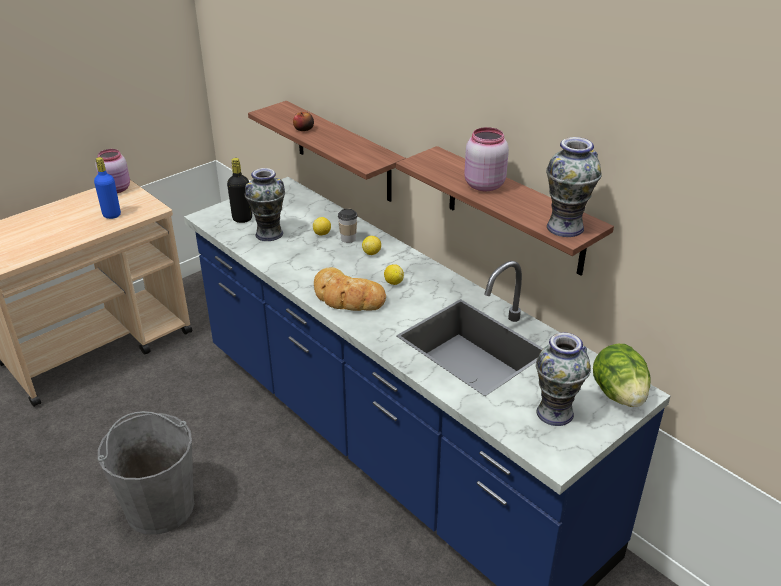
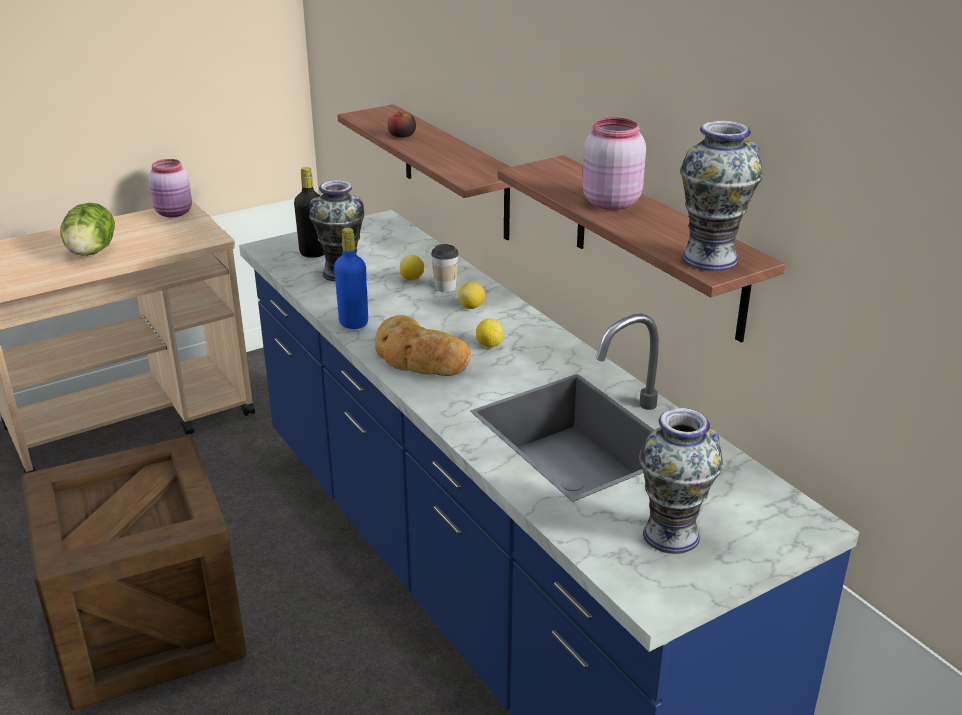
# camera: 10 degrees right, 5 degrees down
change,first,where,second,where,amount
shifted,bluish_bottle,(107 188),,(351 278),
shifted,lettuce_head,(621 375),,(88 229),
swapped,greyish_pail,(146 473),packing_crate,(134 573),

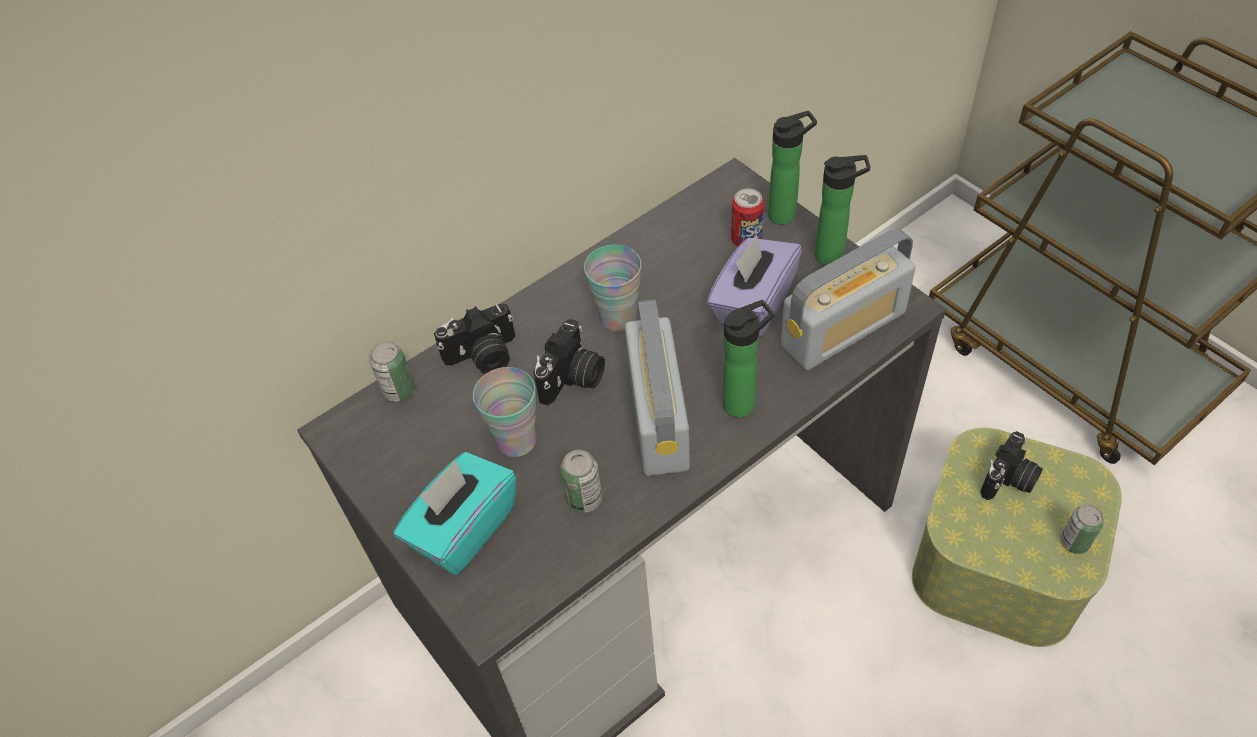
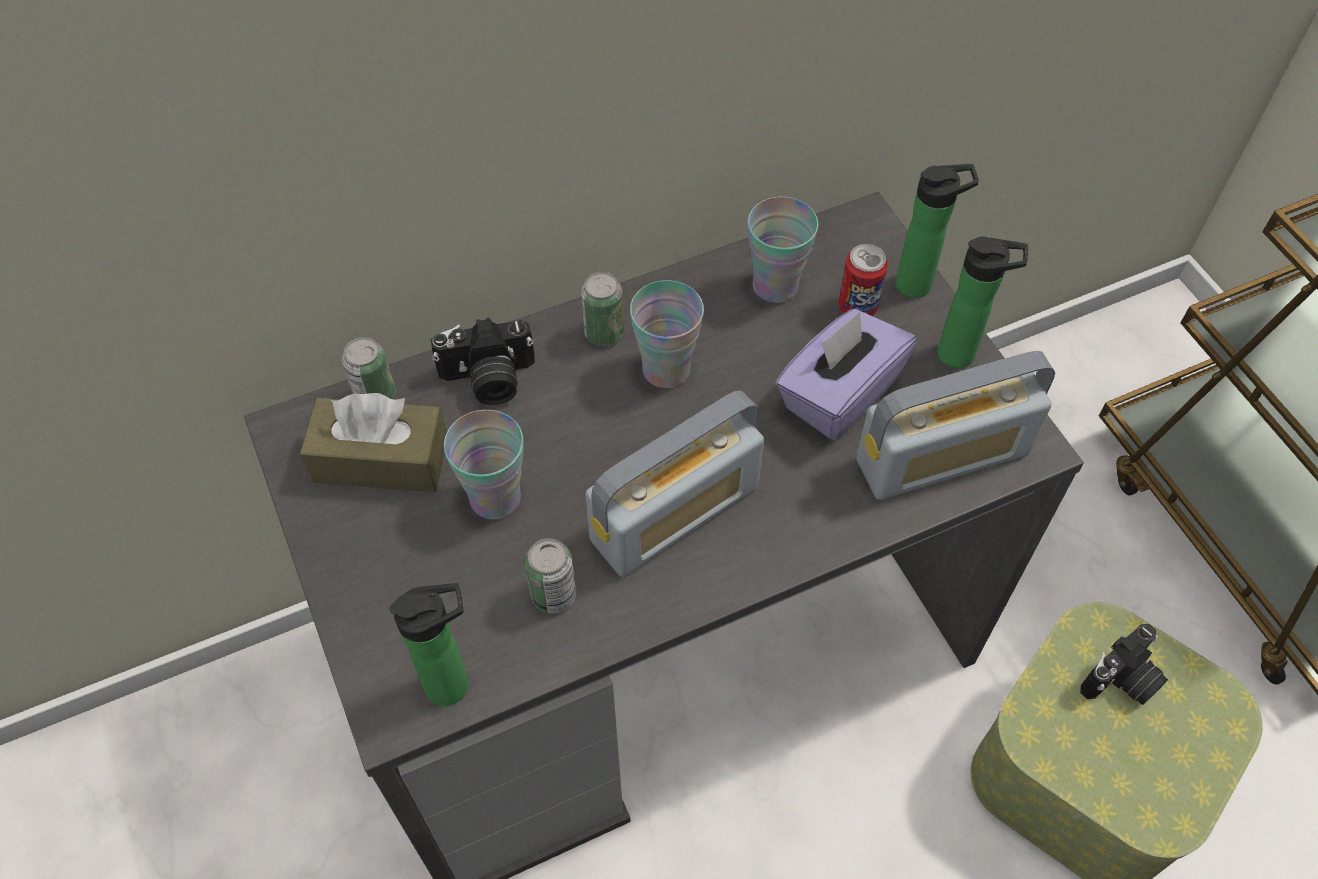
# camera: 10 degrees right, 5 degrees up
change,first,where,second,where,amount
rotated,radio_receiver,(657 387),,(674 483),45 degrees clockwise
shifted,bottle,(748 359),,(429 644),
gone,photo_camera,(569 362),,,
gone,turquoise_box_of_tissues,(455 513),,,
shifted,metal_can,(1082 529),,(602 309),
new,,,drinking_cup,(783 250),
new,,,brown_box_of_tissues,(373 442),

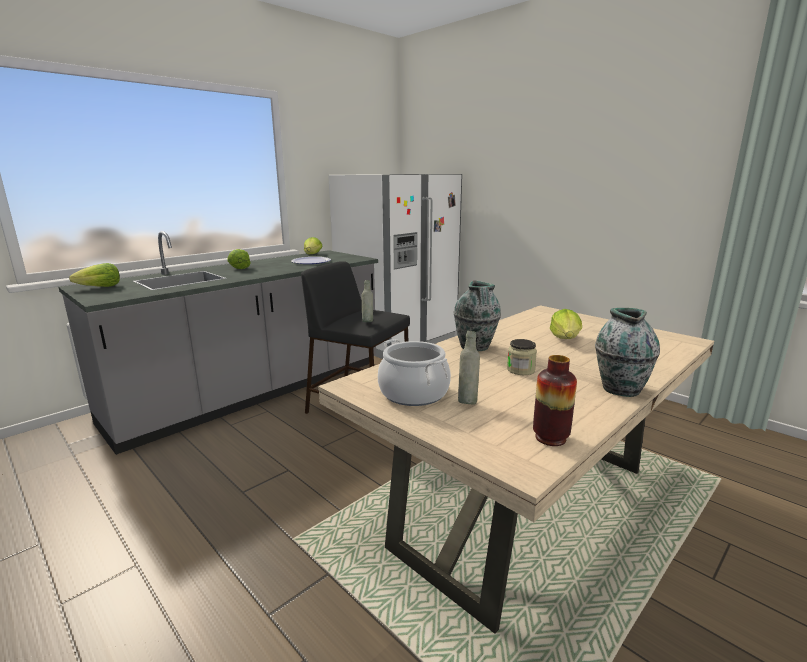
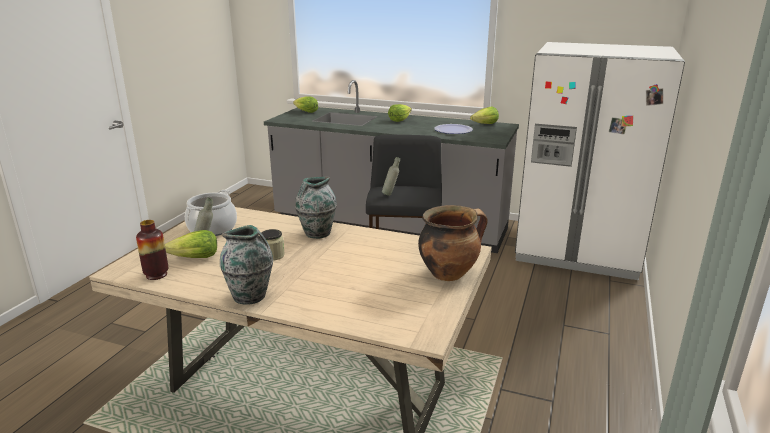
# camera: 65 degrees right, 5 degrees up
change,first,where,second,where,amount
shifted,lettuce_head,(566 324),,(191 244),
new,,,cooking_pot,(453 243),

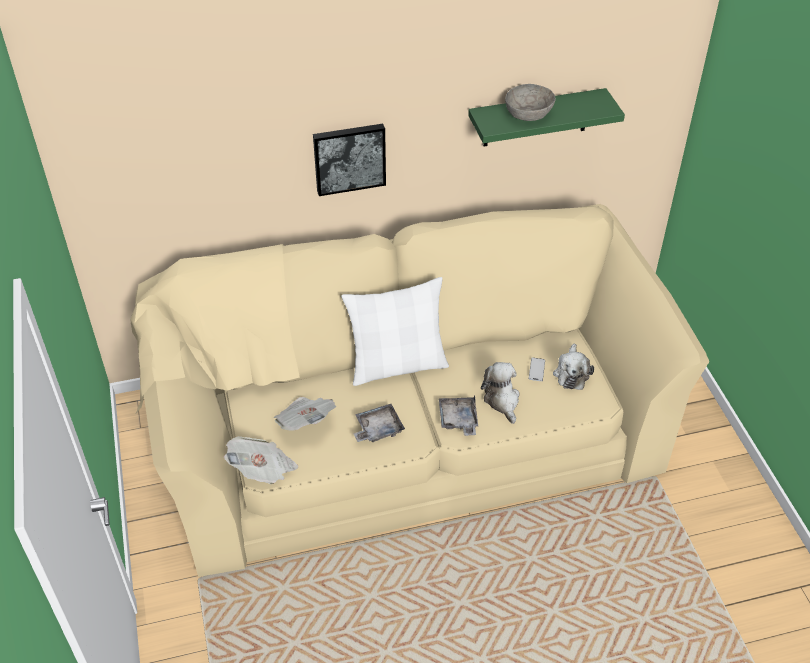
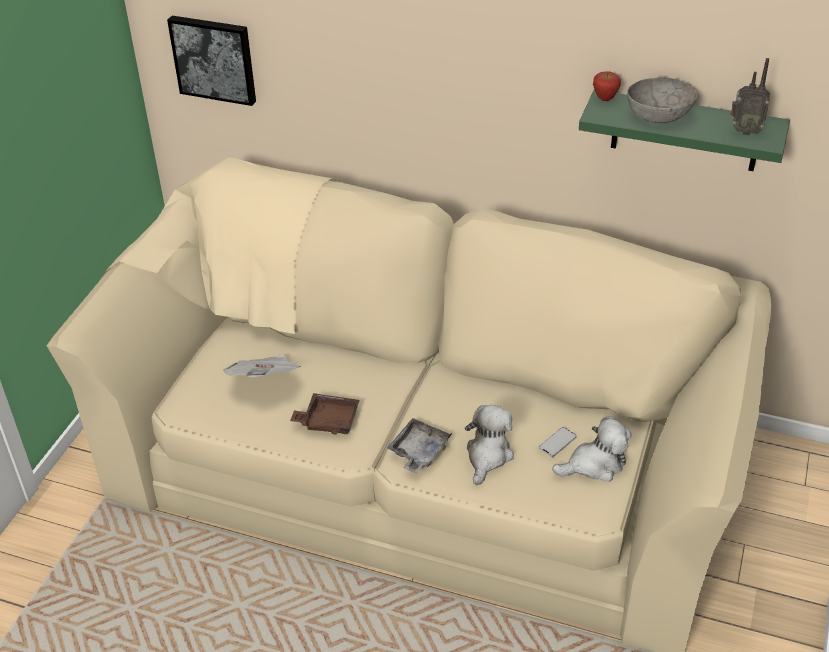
# camera: 35 degrees right, 5 degrees down
change,first,where,second,where,amount
shifted,picture,(349 160),,(211 61),
gone,white-coloured_pillow,(395 331),,,
rotated,soft_toy,(573 367),,(592 449),150 degrees counterclockwise
repainted,greyish_serving_tray,(379 423),brown_serving_tray,(324 413),
gone,newspaper,(261 460),,,
new,,,radio_receiver,(750 97),
new,,,apple,(607 86),

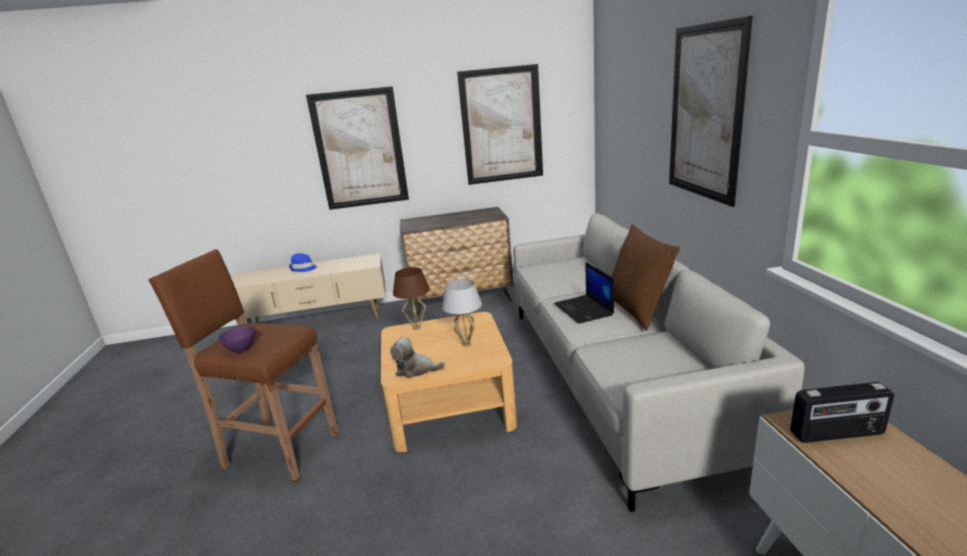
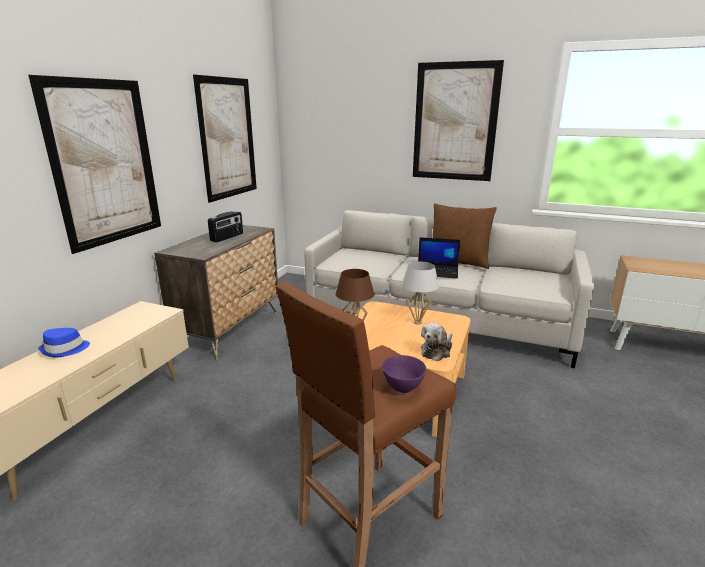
# camera: 60 degrees left, 0 degrees up
change,first,where,second,where,amount
shifted,radio_receiver,(842 412),,(225 226),

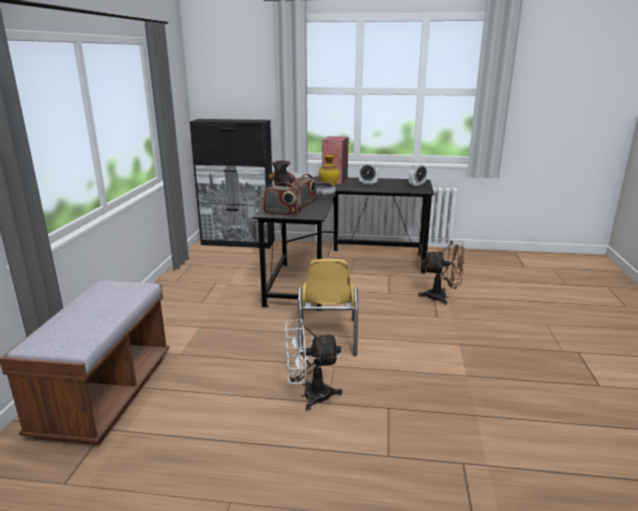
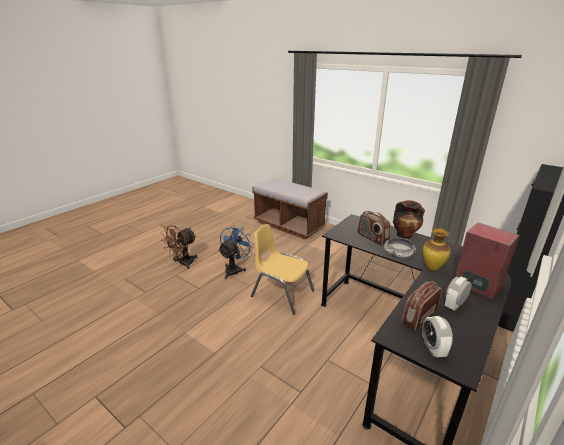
# camera: 120 degrees right, 5 degrees up
change,first,where,second,where,amount
shifted,radio_receiver,(282 199),,(422 306),
shifted,brown_electric_fan,(441 273),,(179 247),
repainted,white-coloured_electric_fan,(313 364),bluish_electric_fan,(235 252),

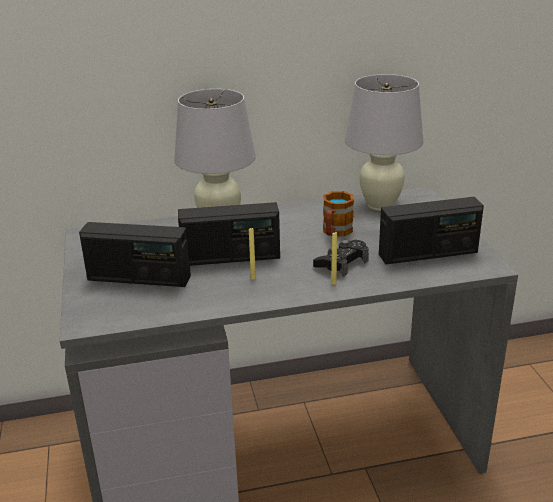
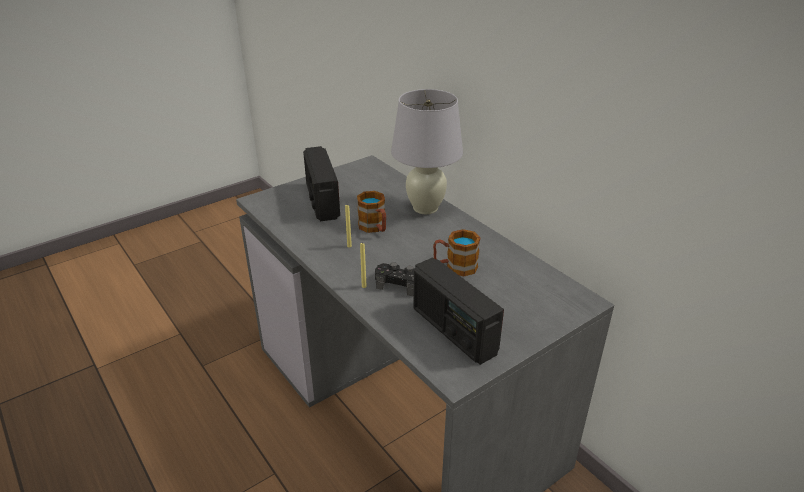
# camera: 65 degrees right, 5 degrees up
change,first,where,second,where,amount
gone,white-coloured_tabletop_lamp,(384 142),,,
swapped,radio_receiver,(229 234),coffee_mug,(371 212),

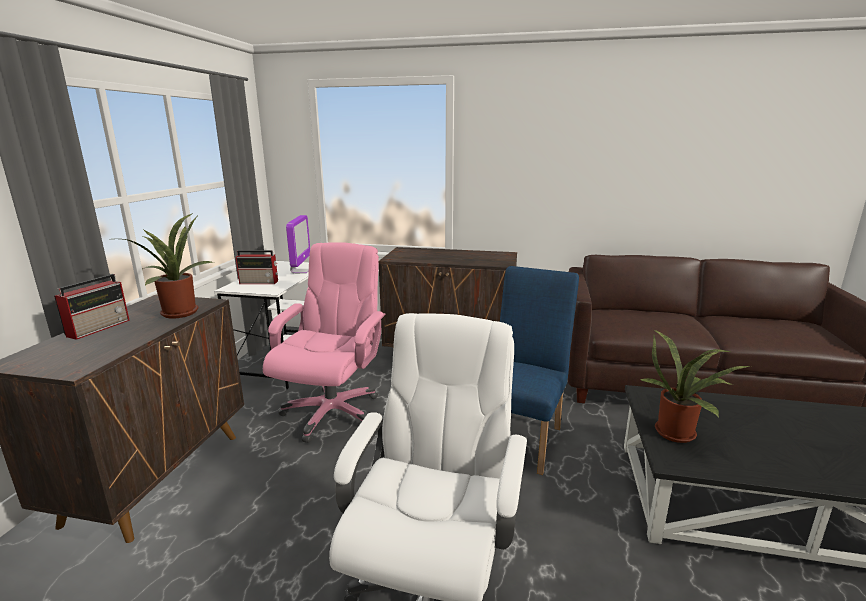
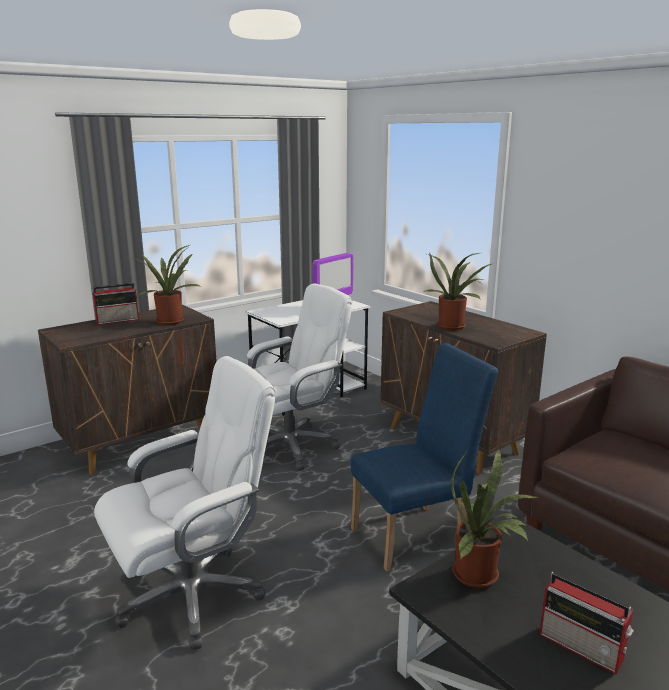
# camera: 40 degrees right, 0 degrees up
change,first,where,second,where,amount
repainted,pink_desk_chair,(324 342),white-coloured_desk_chair,(299 377),
shifted,radio_receiver,(257 267),,(586 623),
new,,,houseplant,(457 291),

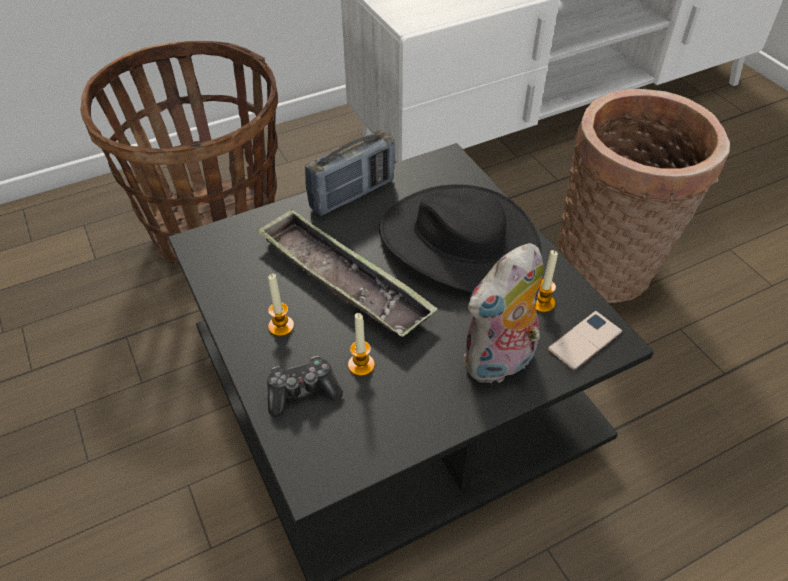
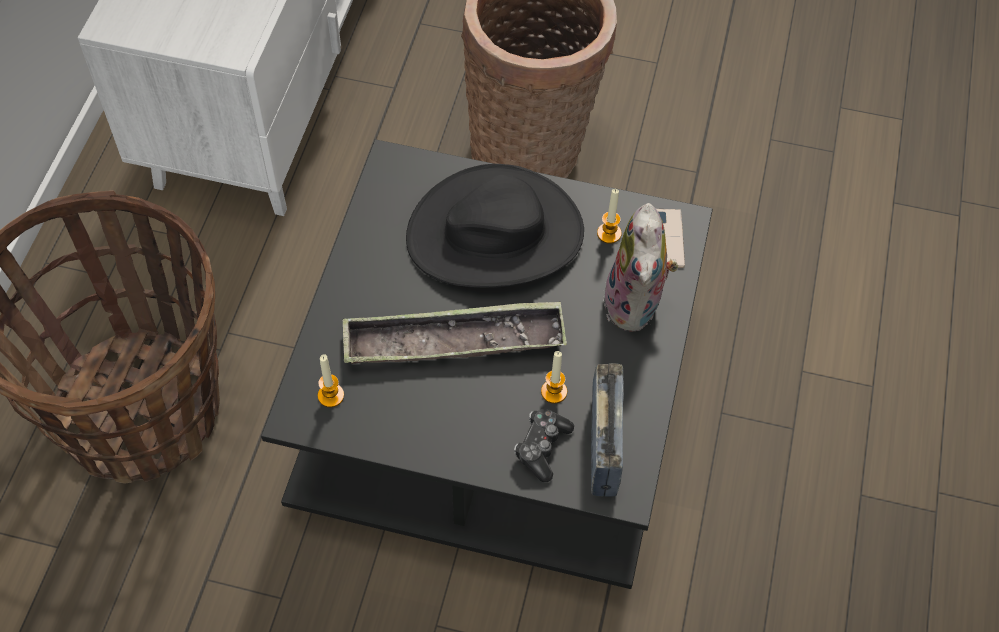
# camera: 50 degrees left, 10 degrees up
change,first,where,second,where,amount
shifted,radio_receiver,(350 173),,(607 429),
shifted,candle,(281 305),,(331 380),

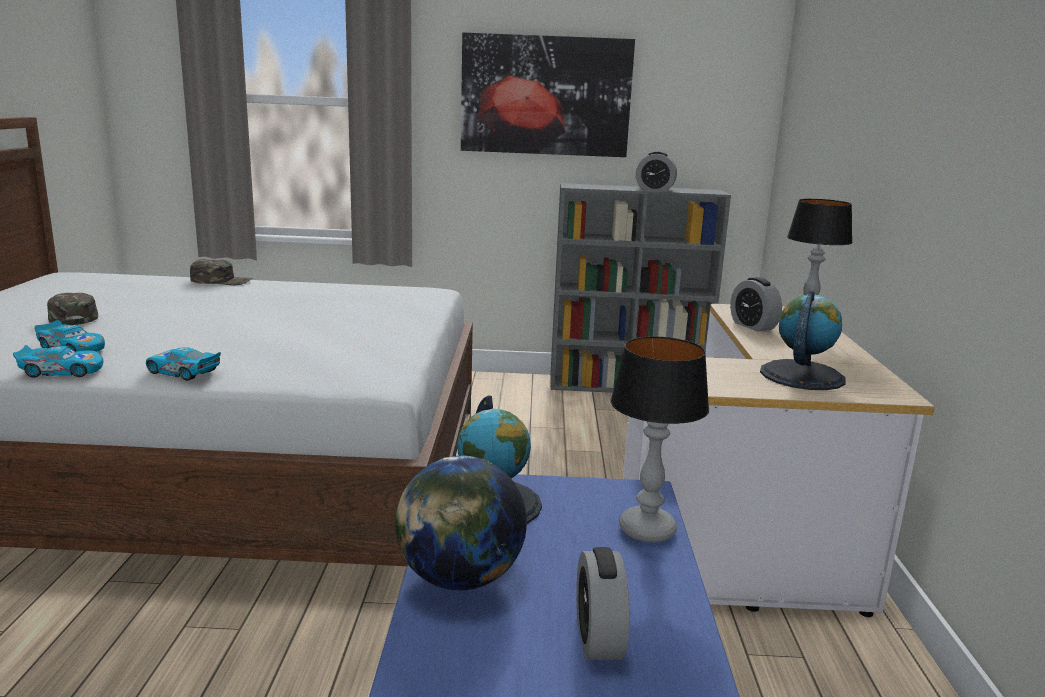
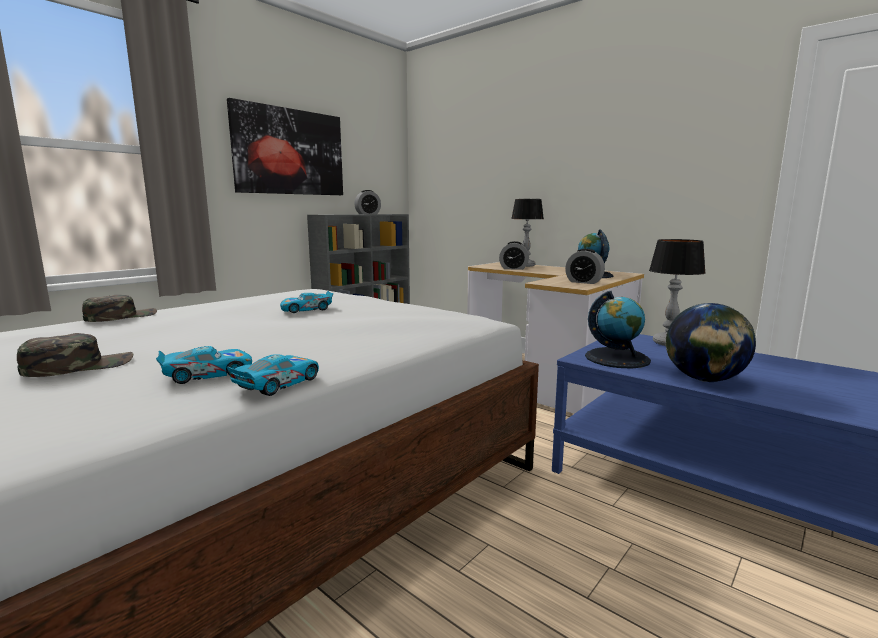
# camera: 50 degrees left, 5 degrees down
change,first,where,second,where,amount
rotated,greenish_baseball_cap,(72 309),,(75 355),135 degrees clockwise
shifted,toy_car,(183 364),,(306 302),
shifted,alarm_clock,(602 603),,(585 266),

